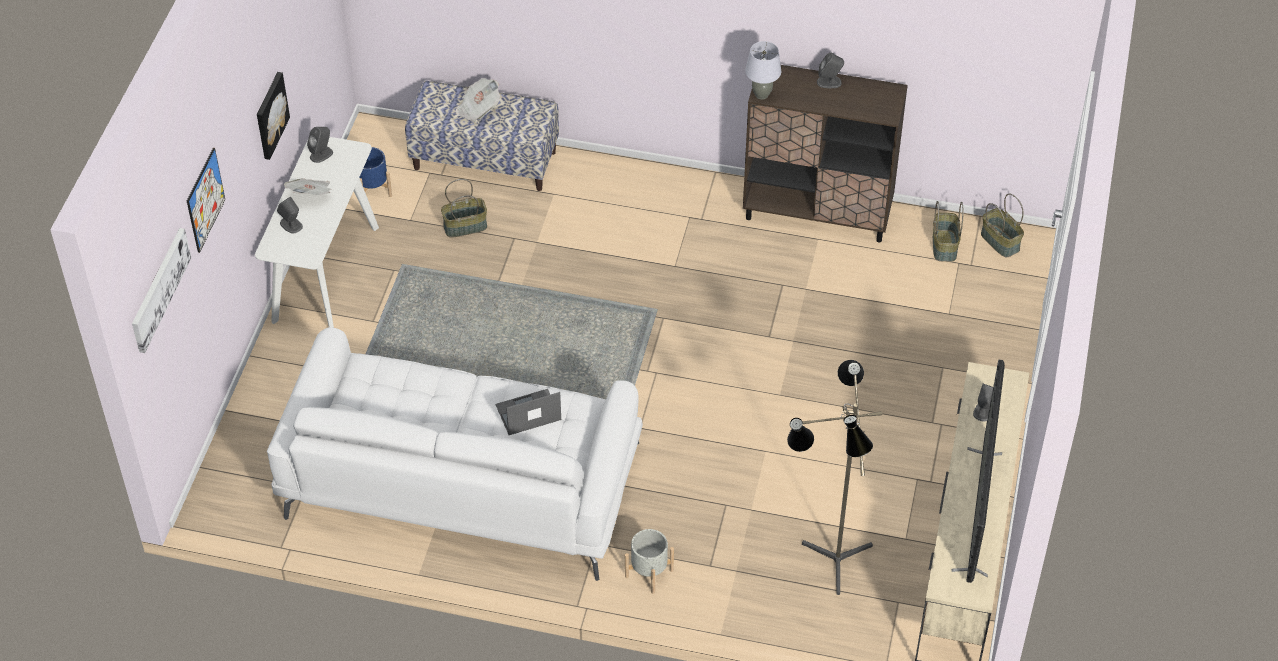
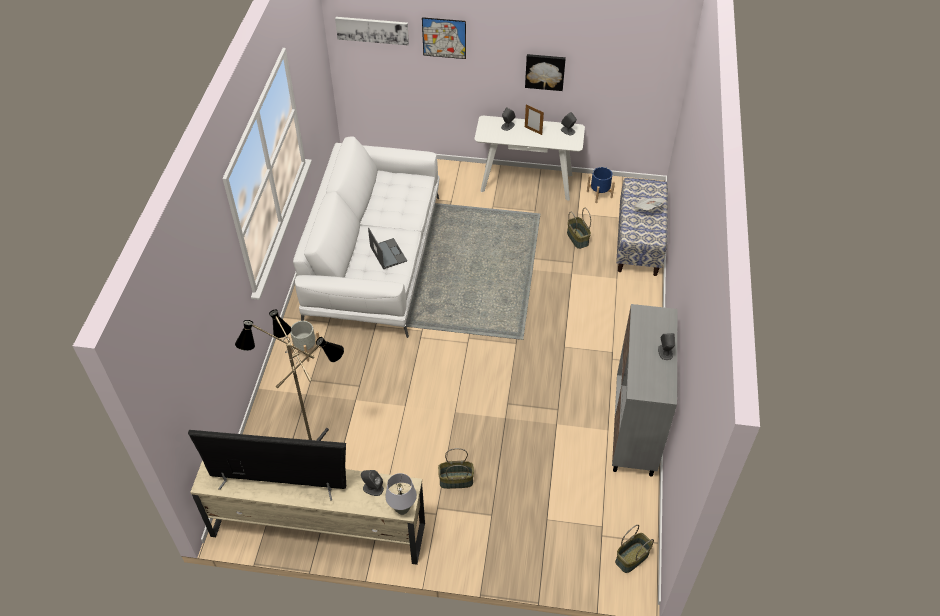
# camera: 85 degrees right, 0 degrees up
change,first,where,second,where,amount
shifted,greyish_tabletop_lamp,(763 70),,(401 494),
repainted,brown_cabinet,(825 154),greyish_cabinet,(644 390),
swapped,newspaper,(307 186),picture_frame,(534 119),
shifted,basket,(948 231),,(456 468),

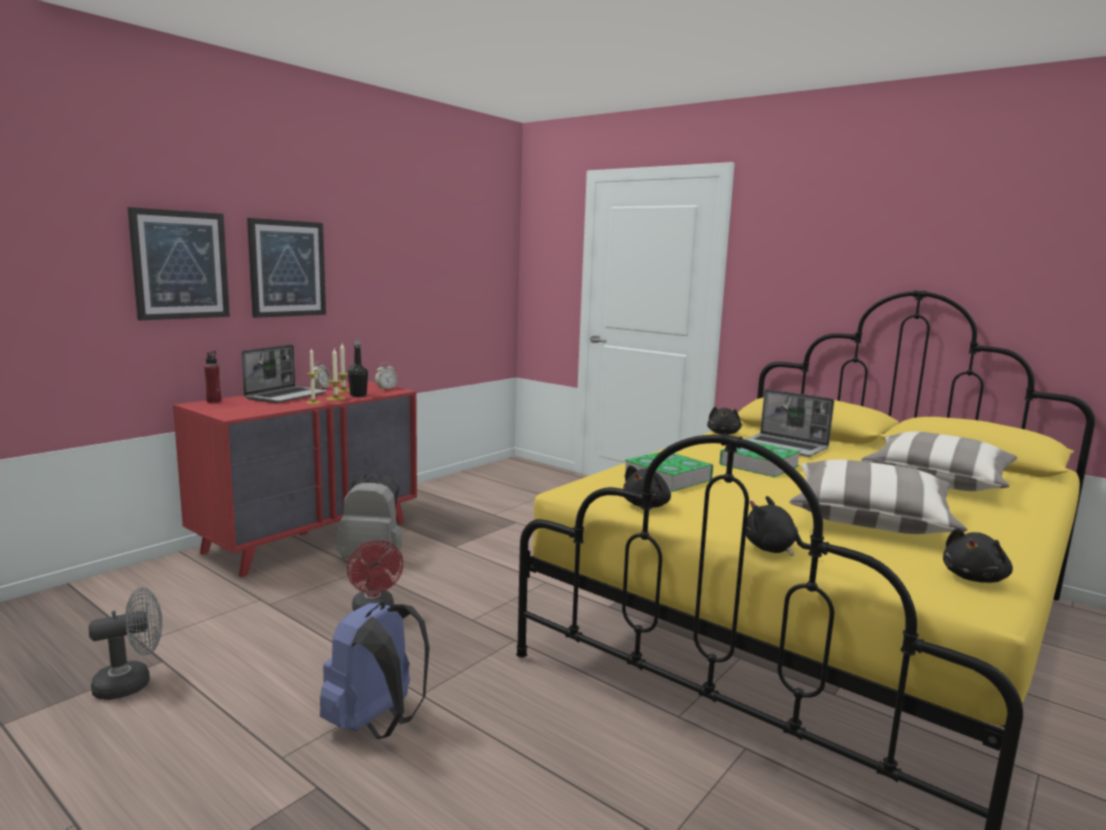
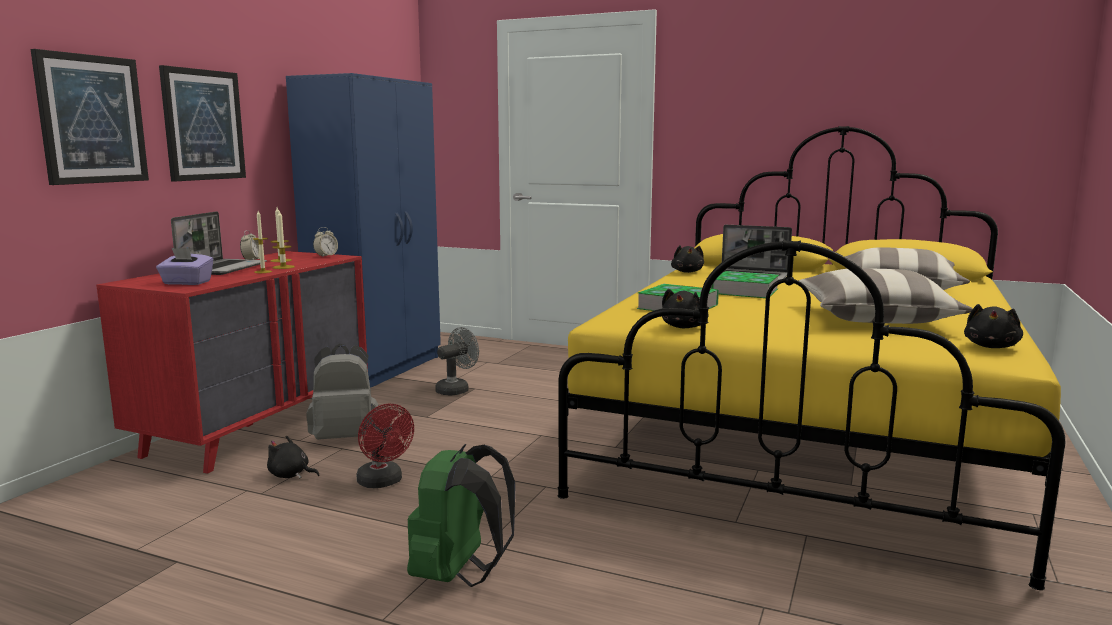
# camera: 15 degrees left, 0 degrees up
change,first,where,second,where,amount
gone,blackish_bottle,(358 368),,,
gone,red-coloured_bottle,(212 377),,,
shifted,blackish_soft_toy,(778 526),,(293 457),
shifted,greyish_electric_fan,(125 643),,(457 361),
repainted,bluish_knapsack,(375 670),greenish_knapsack,(461 515),
new,,,bluish_clothes_cupboard,(363 230),
new,,,purple_box_of_tissues,(185 266),

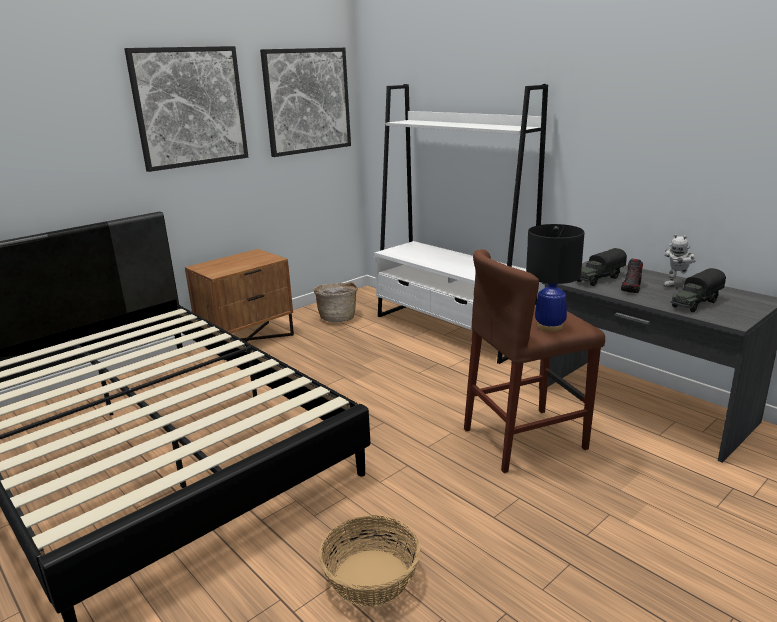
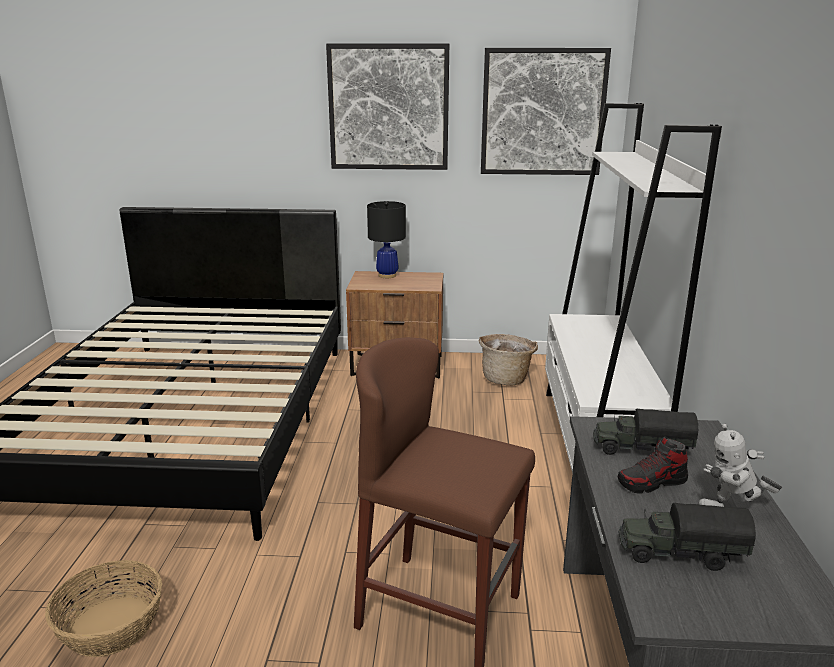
# camera: 45 degrees right, 0 degrees up
change,first,where,second,where,amount
shifted,blackish_tabletop_lamp,(555 277),,(386 239),

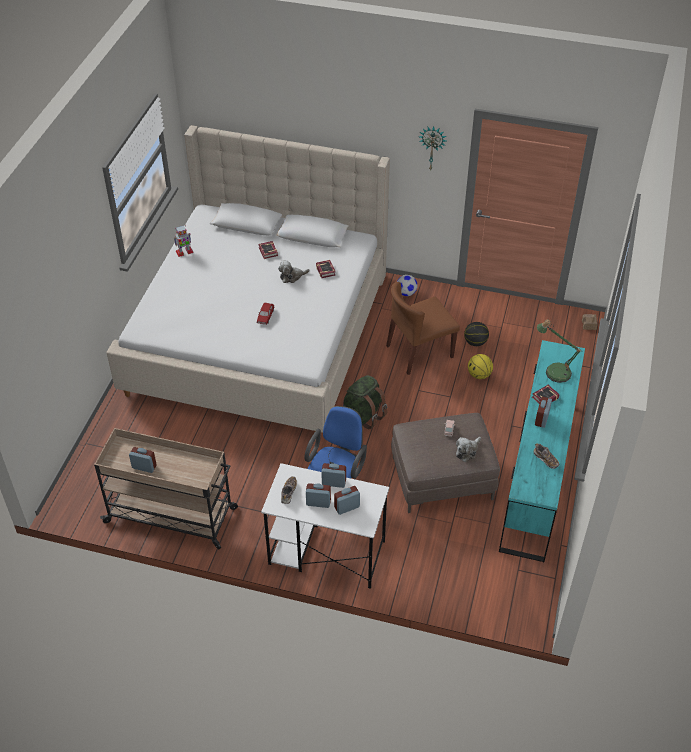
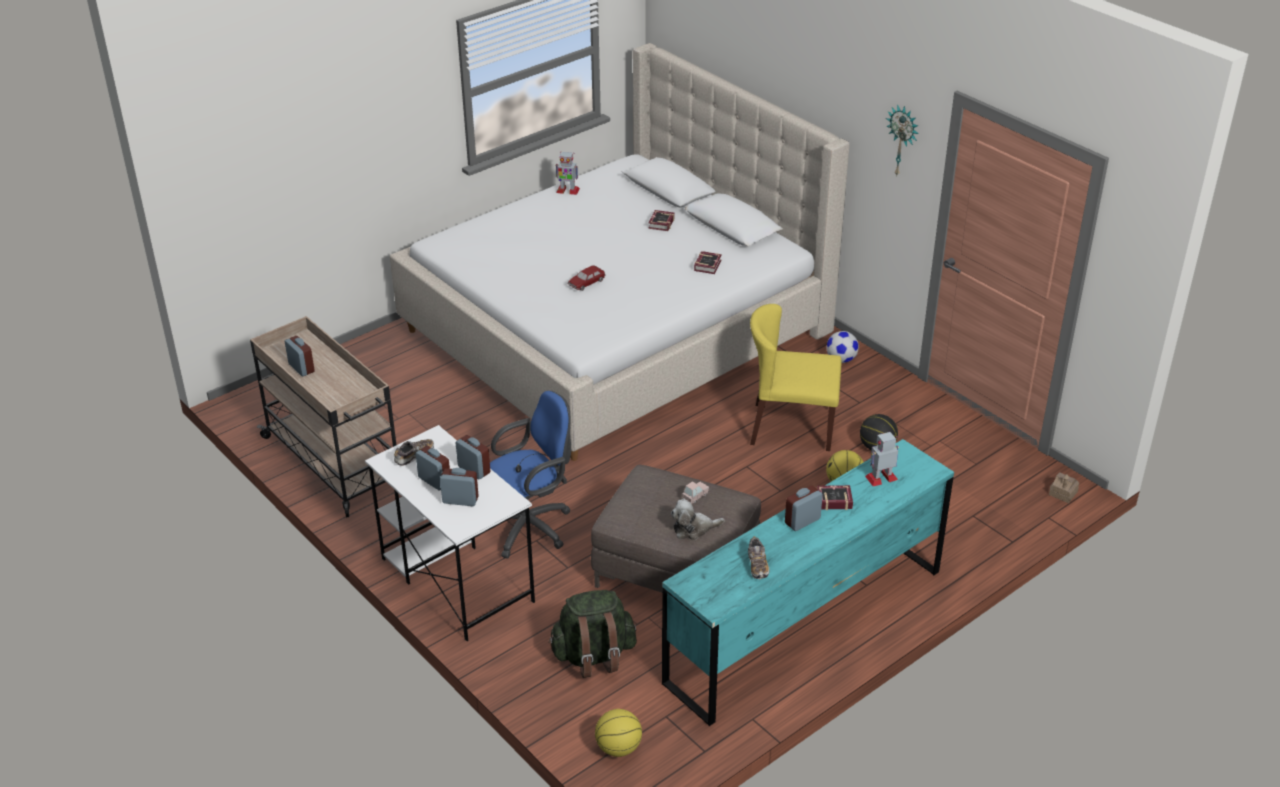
# camera: 35 degrees right, 10 degrees down
change,first,where,second,where,amount
gone,soft_toy,(294 271),,,
repainted,brown_chair,(423 328),yellow-coloured_chair,(796 377),
swapped,tabletop_lamp,(559 351),toy_robot,(882 459),
shifted,greenish_knapsack,(365 402),,(592 634),
new,,,basketball_ball,(618 733),

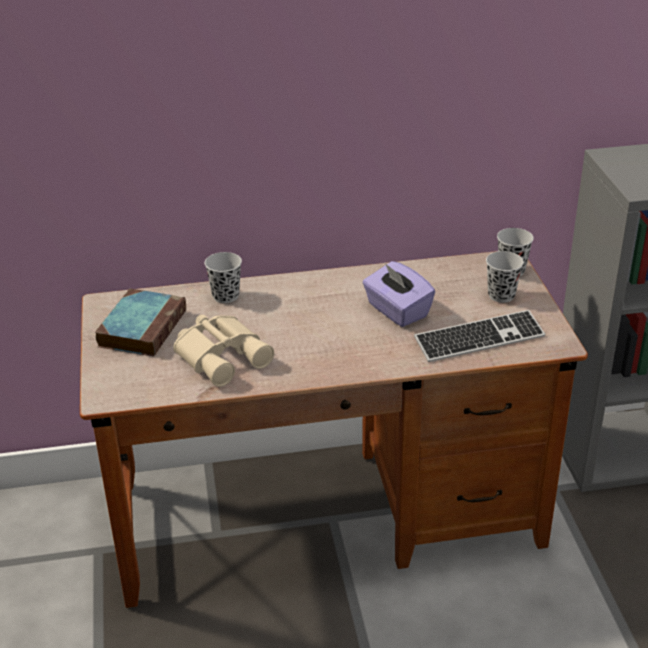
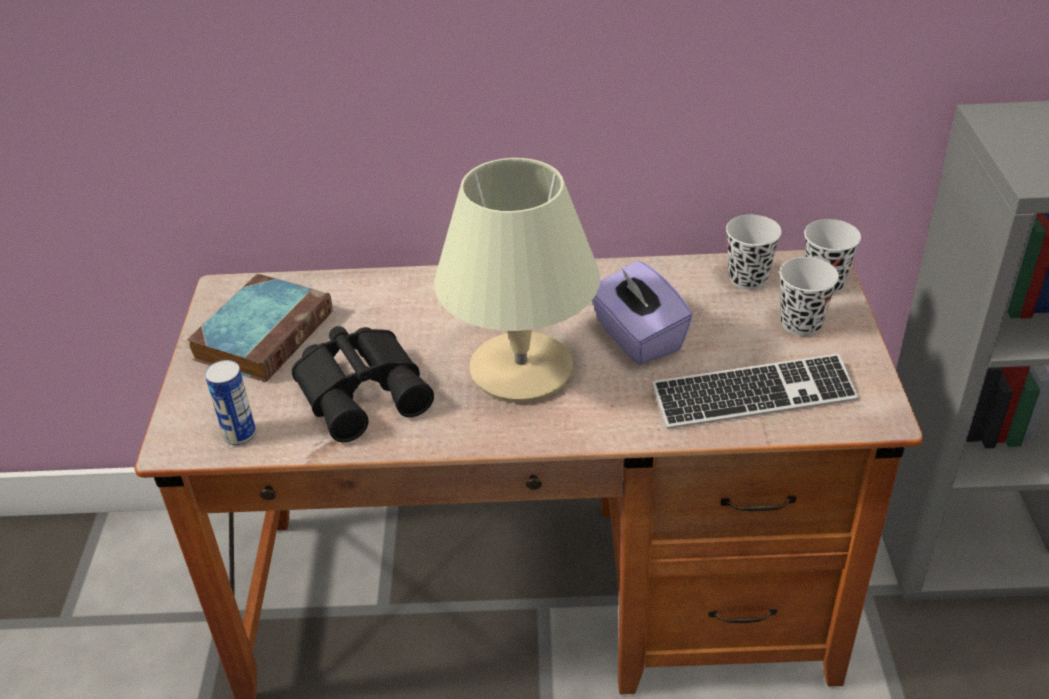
# camera: 10 degrees right, 5 degrees up
change,first,where,second,where,amount
shifted,blackish_drinking_cup,(223 277),,(754 252),
repainted,beige-coloured_binoculars,(224 351),blackish_binoculars,(363 384),
new,,,beige-coloured_tabletop_lamp,(517 280),
new,,,metal_can,(230 403),

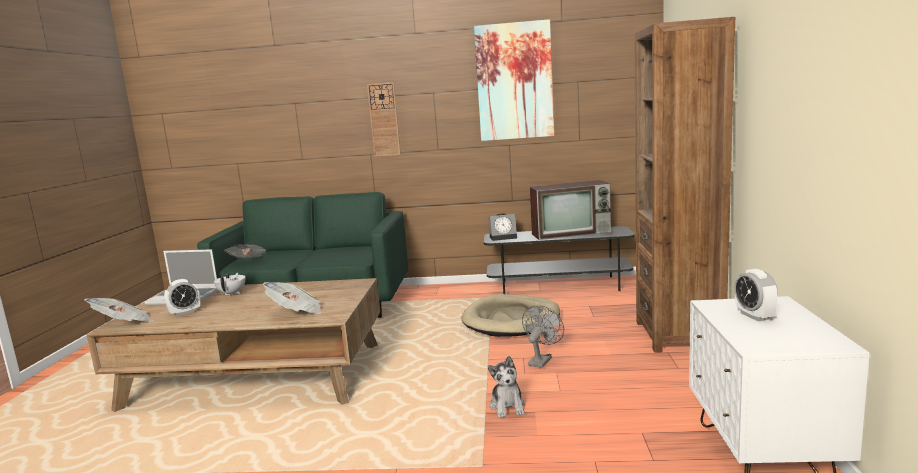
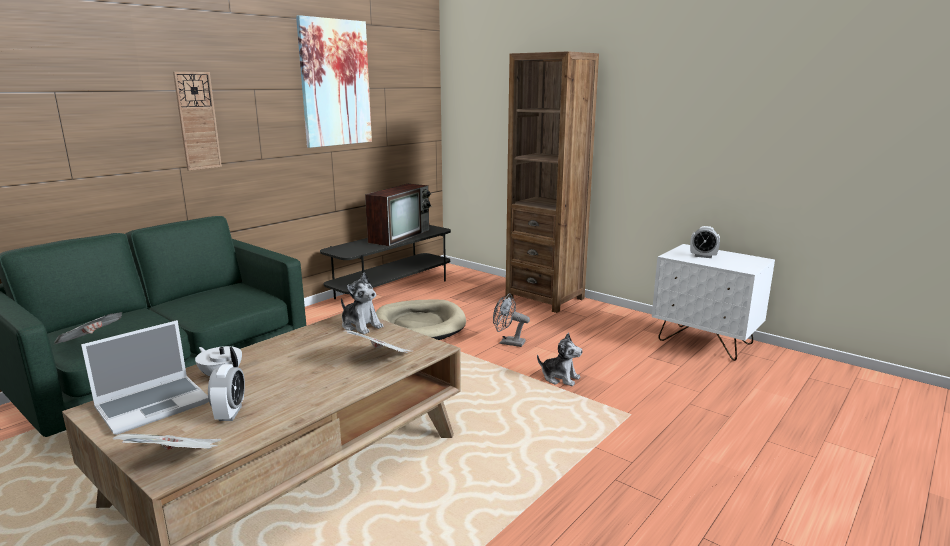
# camera: 55 degrees left, 5 degrees up
change,first,where,second,where,amount
gone,alarm_clock,(502 227),,,
rotated,greyish_electric_fan,(543 336),,(511 320),45 degrees counterclockwise
new,,,soft_toy,(362 303),

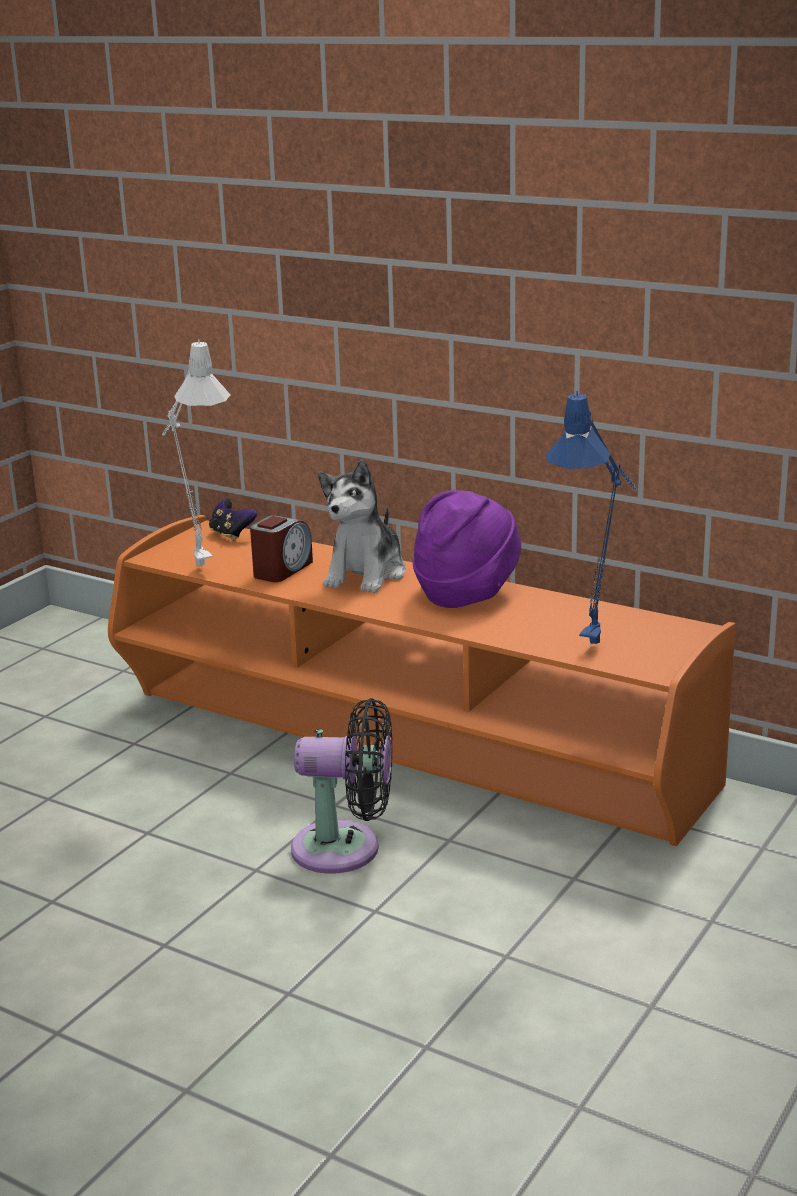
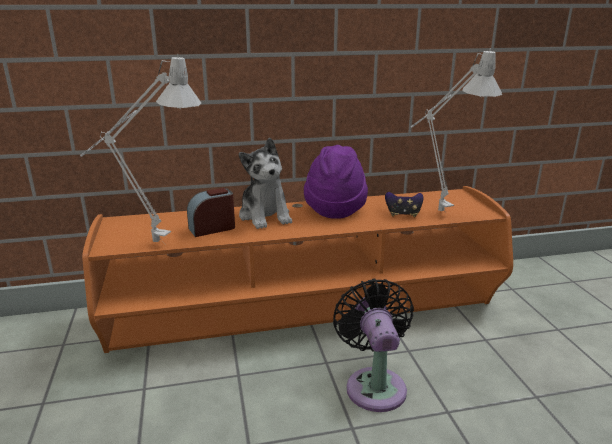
# camera: 45 degrees left, 0 degrees up
change,first,where,second,where,amount
repainted,bluish_tabletop_lamp,(591 521),greyish_tabletop_lamp,(456 129),
shifted,game_controller,(233 520),,(404 204),
rotated,alarm_clock,(281 548),,(211 212),105 degrees counterclockwise
rotated,blackish_electric_fan,(342 786),,(373 345),60 degrees counterclockwise

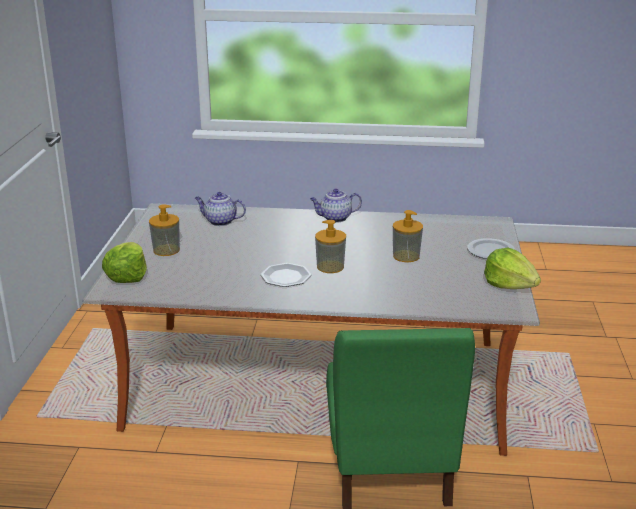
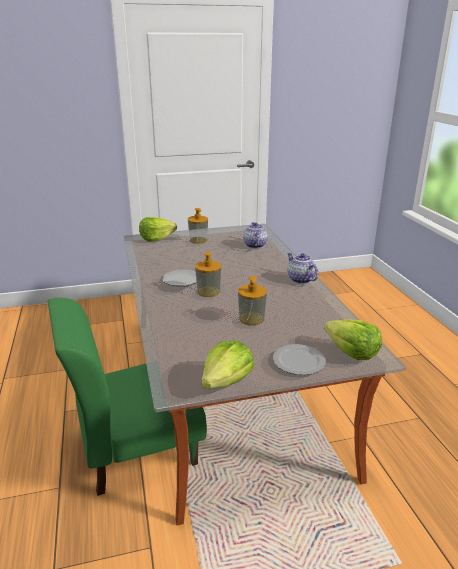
# camera: 70 degrees right, 0 degrees up
change,first,where,second,where,amount
new,,,lettuce_head,(353 339),

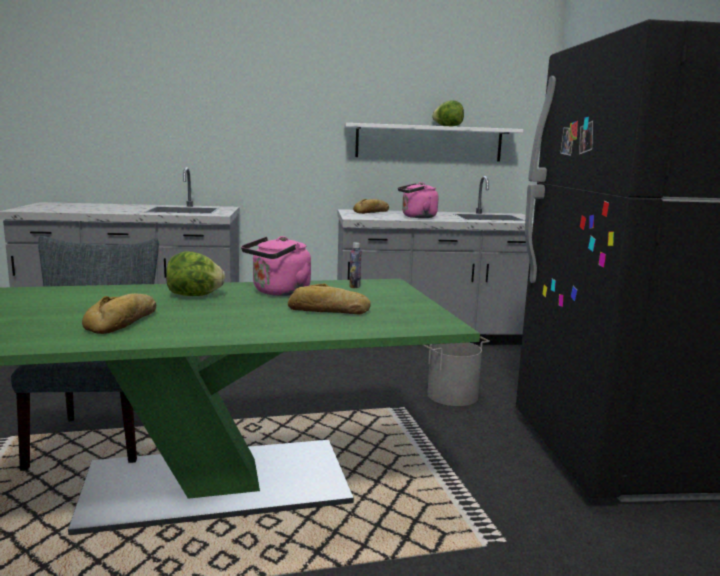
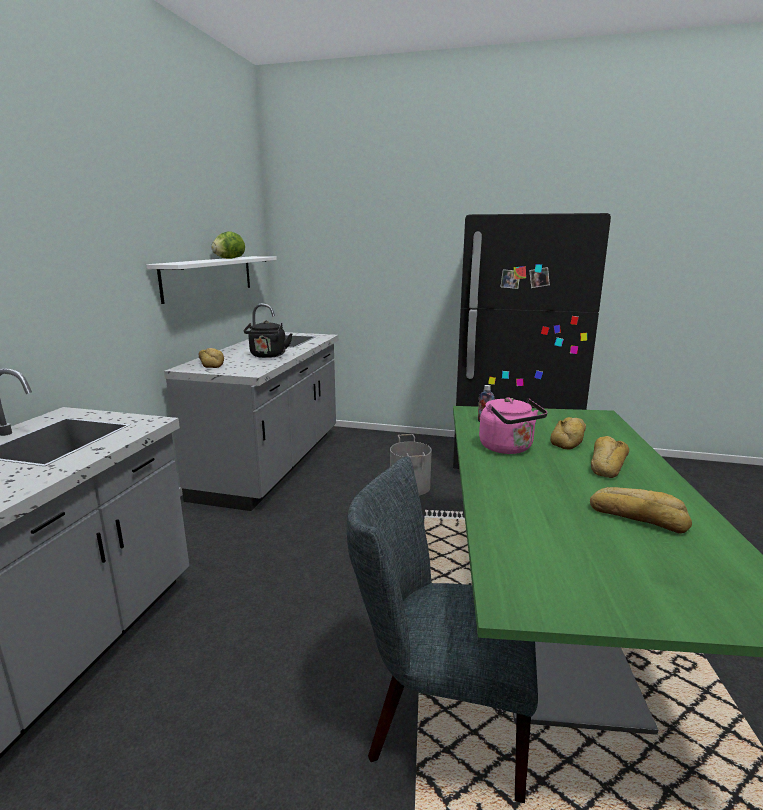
# camera: 70 degrees left, 5 degrees up
change,first,where,second,where,amount
repainted,pink_water_kettle,(418 200),blackish_water_kettle,(268 339),
gone,lettuce_head,(195 273),,,
new,,,bakery_bread,(610 457),

